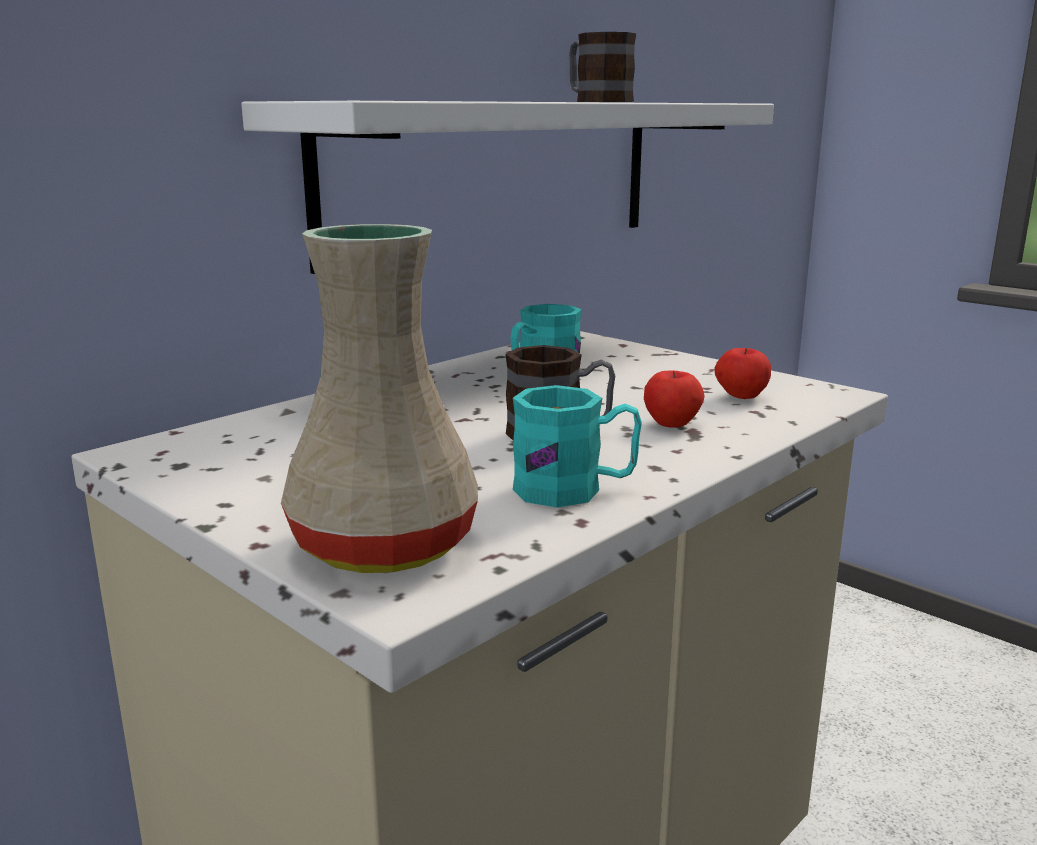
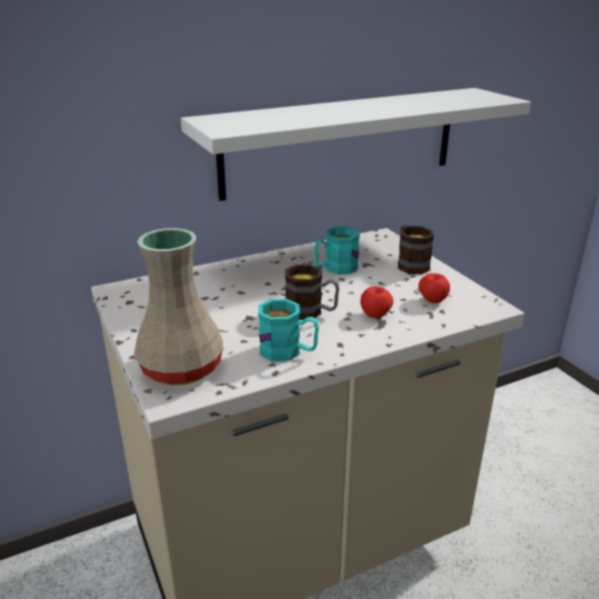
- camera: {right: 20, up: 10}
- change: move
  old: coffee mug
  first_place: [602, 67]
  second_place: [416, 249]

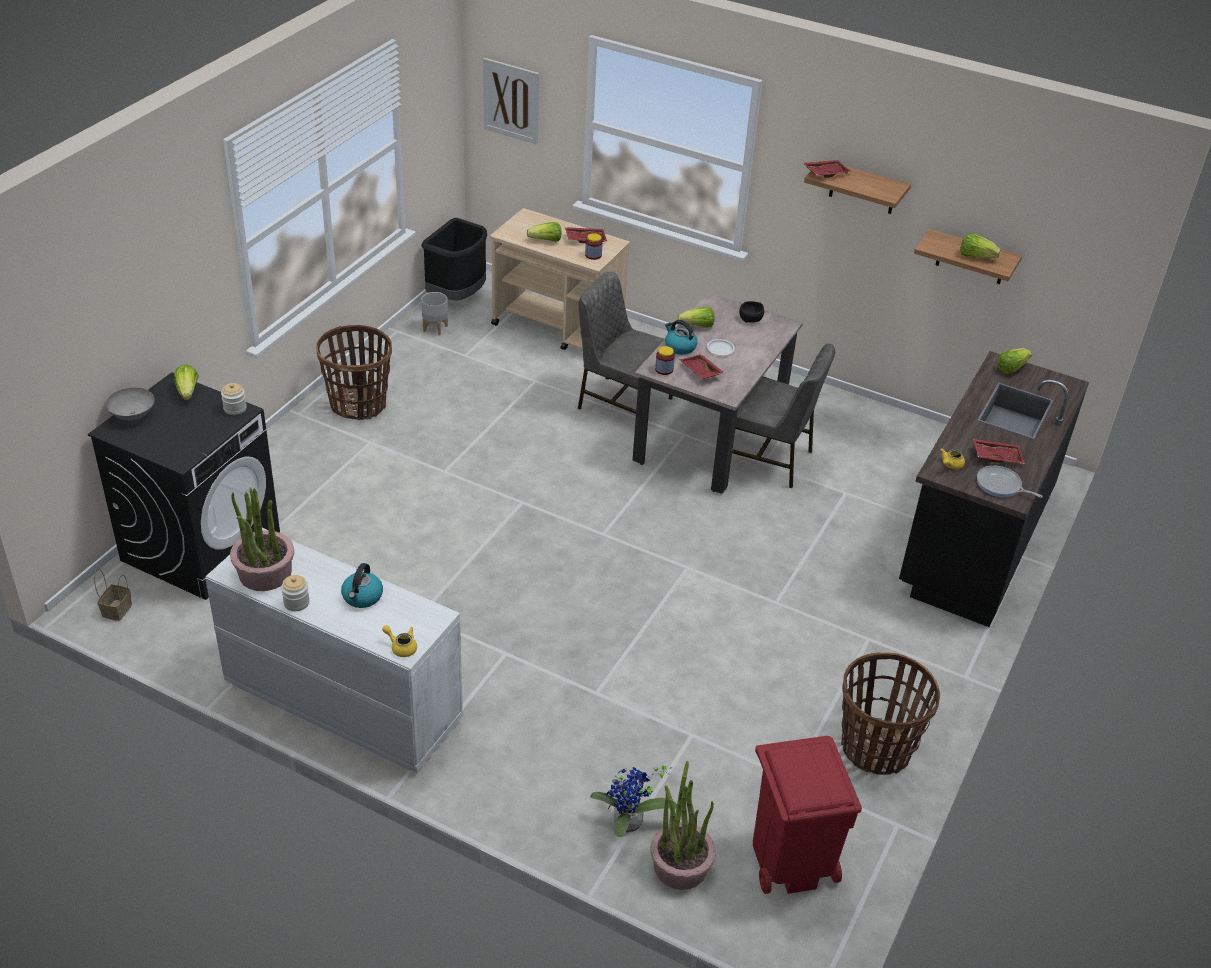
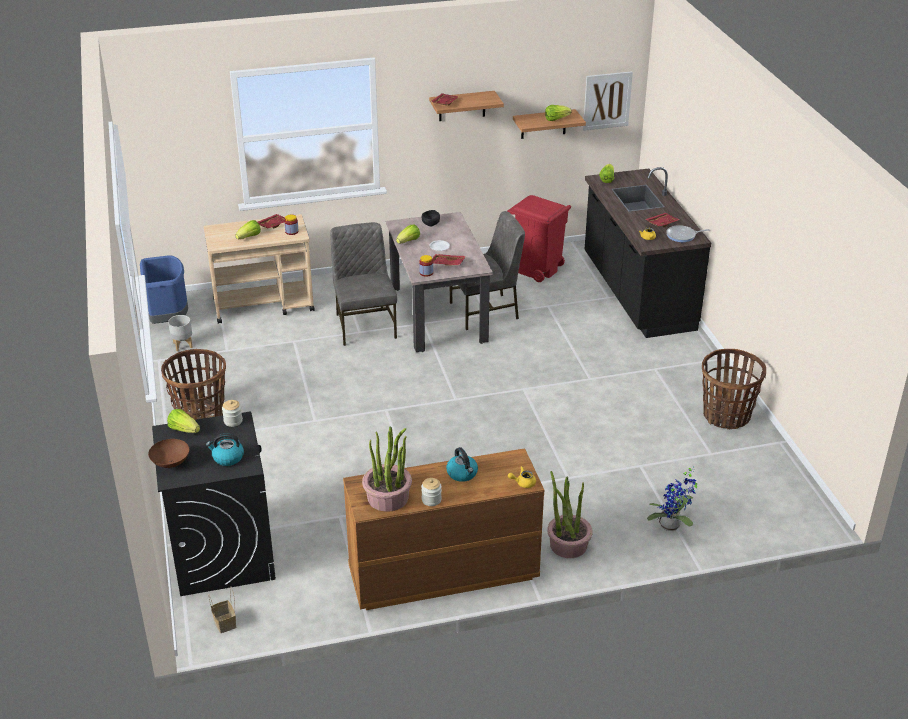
- camera: {right: -40, up: -5}
- change: recolor
  old: greyish deep dish
  new: brown deep dish
  first_place: [130, 404]
  second_place: [168, 453]
- change: recolor
  old: whitish drawer chest
  new: brown drawer chest
  first_place: [334, 650]
  second_place: [443, 529]
- change: recolor
  old: black-coloured rubbish bin
  new: bluish rubbish bin
  first_place: [454, 259]
  second_place: [164, 289]
- change: move
  old: picture
  first_place: [511, 101]
  second_place: [608, 101]
- change: rotate
  old: greyish chair
  first_place: [625, 342]
  second_place: [363, 284]
  degrees: 90
- change: move
  old: plant in a pot
  first_place: [683, 825]
  second_place: [570, 514]
- change: move
  old: water kettle
  first_place: [681, 337]
  second_place: [225, 449]
- change: move
  old: reddish rubbish bin
  first_place: [807, 815]
  second_place: [539, 238]

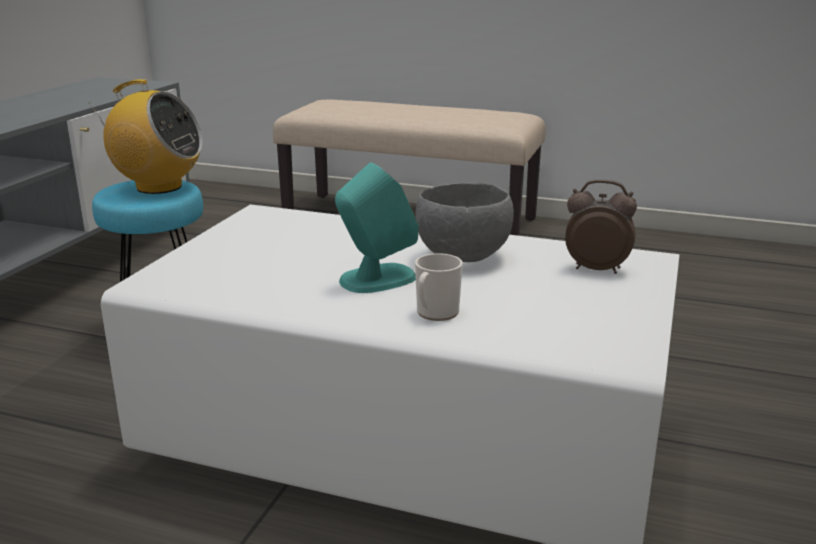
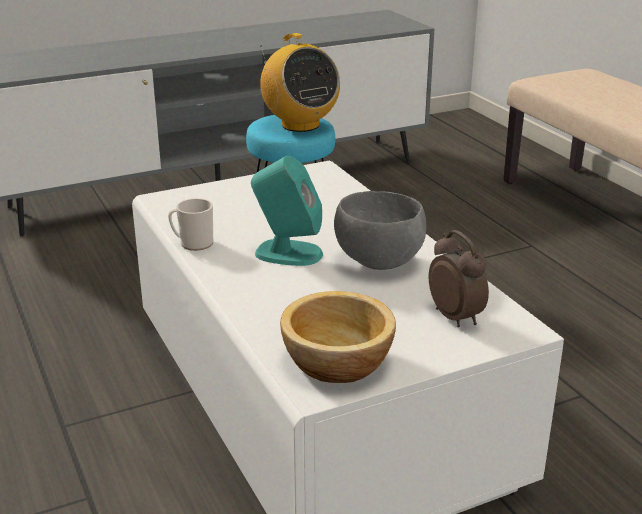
- camera: {right: 45, up: 5}
- change: move
  old: coffee mug
  first_place: [439, 287]
  second_place: [190, 224]
- change: insert
  new: deep dish
  second_place: [338, 337]

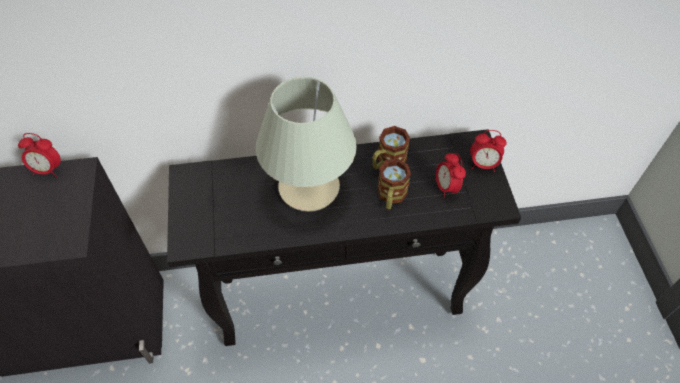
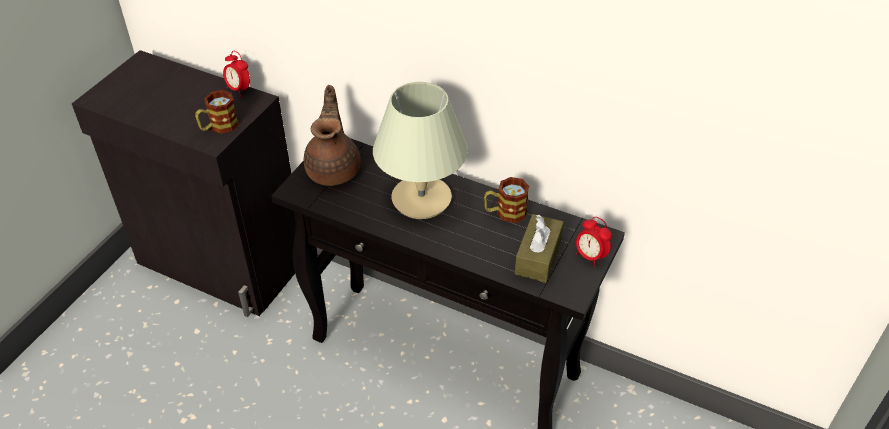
- camera: {right: 35, up: -10}
- change: move
  old: coffee mug
  first_place: [394, 184]
  second_place: [217, 112]
- change: replace
  old: bedside clock
  new: brown tissue holder
  first_place: [450, 175]
  second_place: [539, 248]
- change: insert
  new: brown teapot
  second_place: [332, 135]

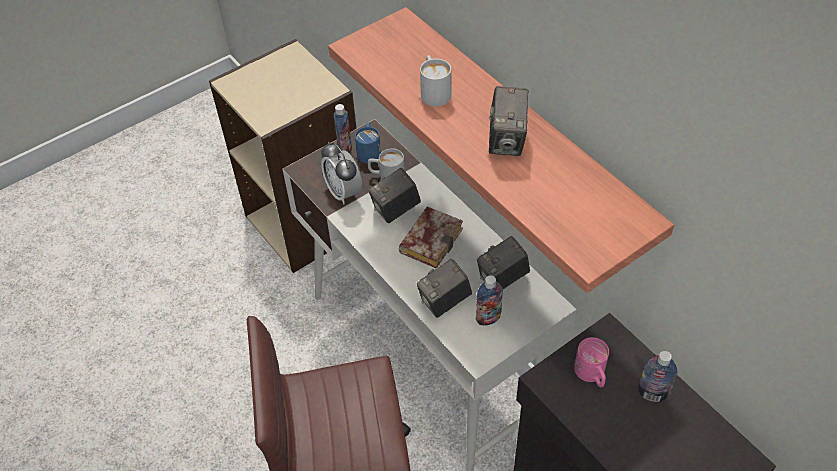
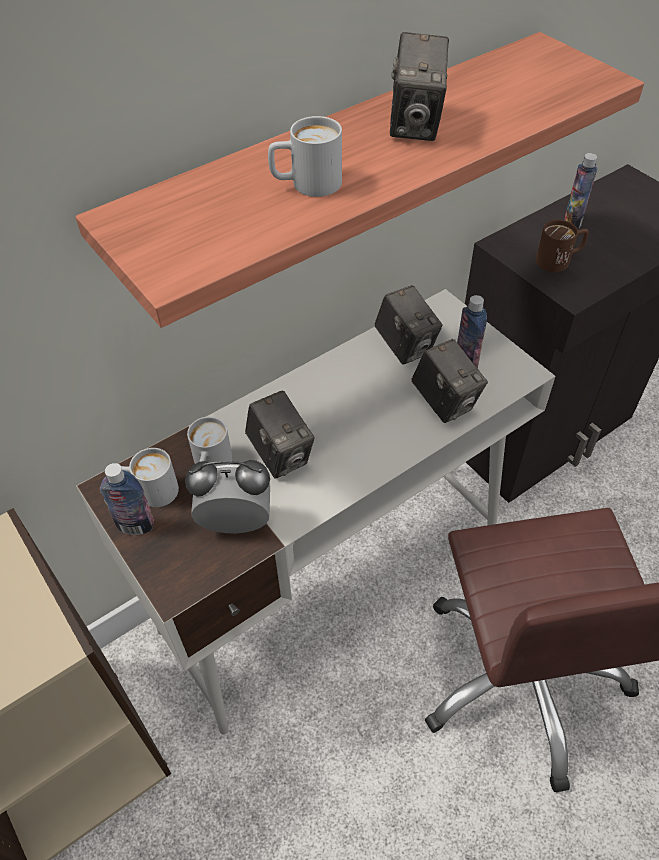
- camera: {right: -90, up: 0}
- change: rotate
  old: bedside clock
  first_place: [341, 173]
  second_place: [227, 497]
  degrees: -150
- change: recolor
  old: bluish coffee mug
  new: whitish coffee mug
  first_place: [368, 143]
  second_place: [150, 477]
- change: delete
  old: book
  first_place: [431, 237]
- change: rotate
  old: photo camera
  first_place: [509, 121]
  second_place: [419, 86]
  degrees: 90
- change: recolor
  old: pink-coloured coffee mug
  new: brown coffee mug
  first_place: [591, 362]
  second_place: [562, 246]

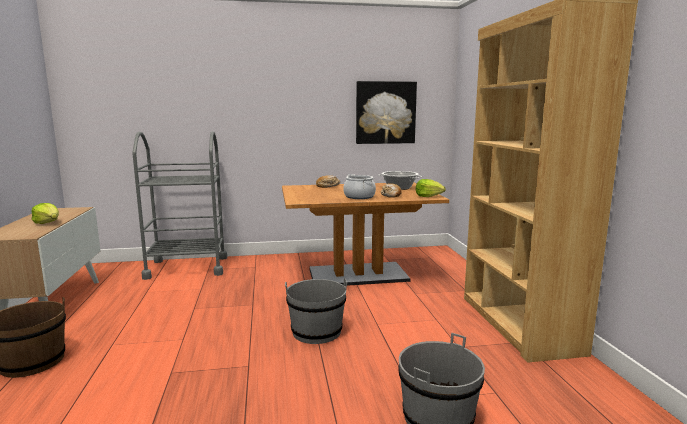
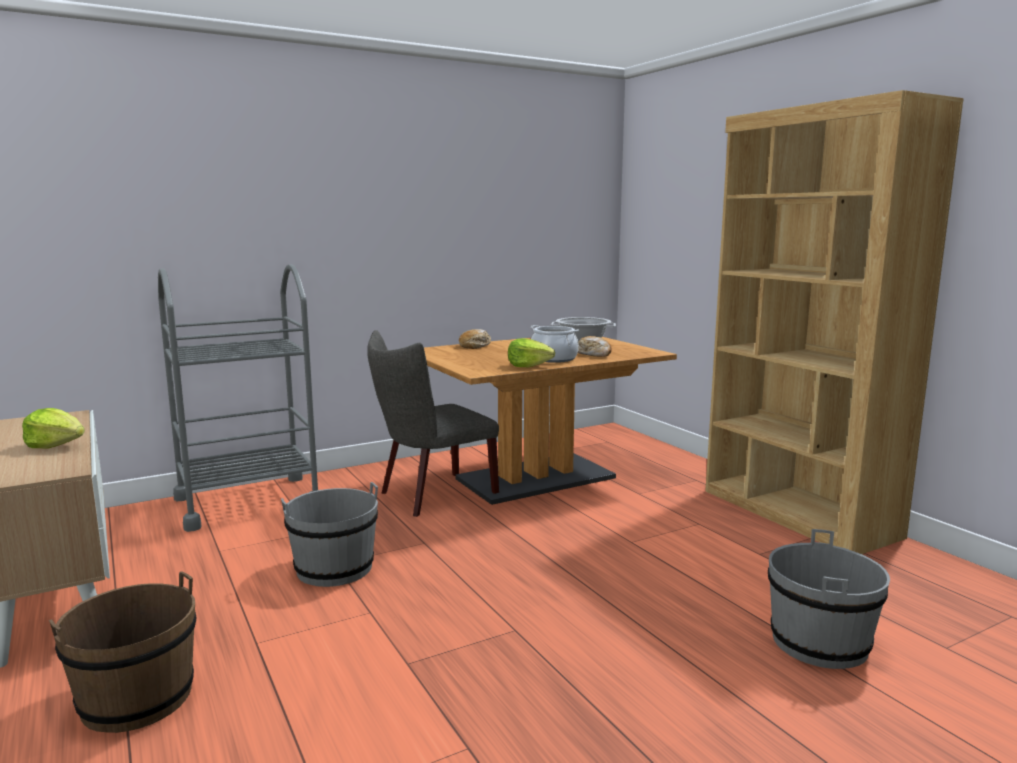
- camera: {right: -20, up: 0}
- change: move
  old: greyish bucket
  first_place: [316, 311]
  second_place: [329, 534]
- change: delete
  old: picture
  first_place: [386, 112]
- change: move
  old: lettuce head
  first_place: [431, 188]
  second_place: [531, 353]
- change: insert
  new: greyish chair
  second_place: [433, 423]

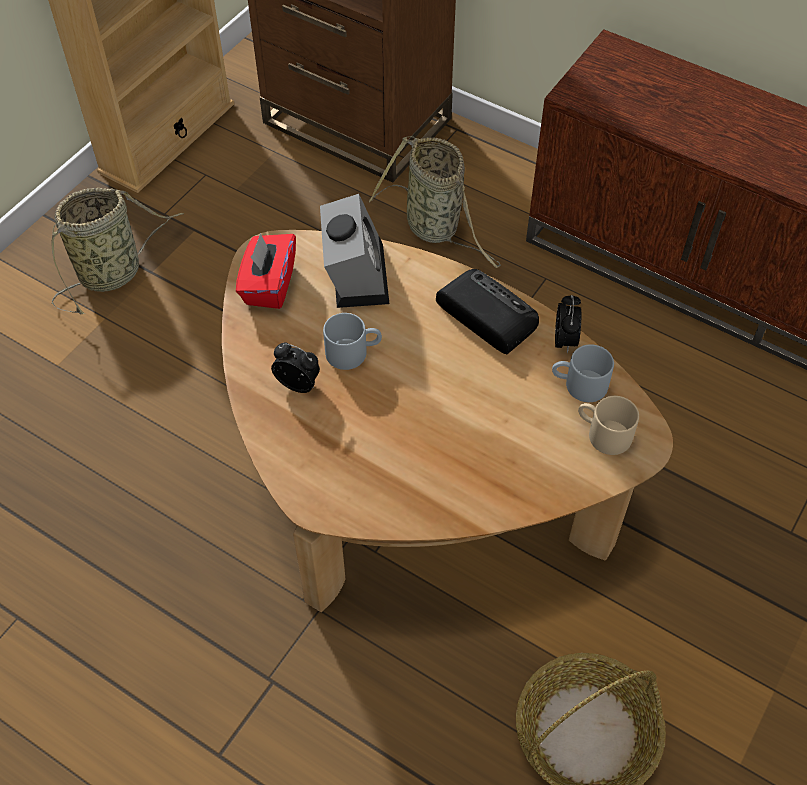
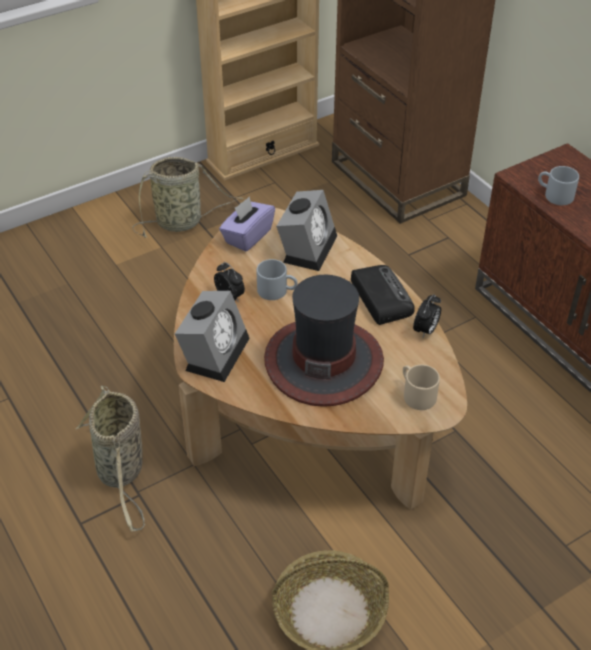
- camera: {right: 25, up: -10}
- change: recolor
  old: reddish tissue holder
  new: purple-coloured tissue holder
  first_place: [266, 271]
  second_place: [247, 224]
- change: move
  old: basket
  first_place: [435, 202]
  second_place: [110, 458]
- change: move
  old: greyish coffee mug
  first_place: [583, 373]
  second_place: [558, 185]
- change: insert
  new: bedside clock
  second_place: [212, 336]
- change: insert
  new: wearable hat
  second_place: [324, 341]

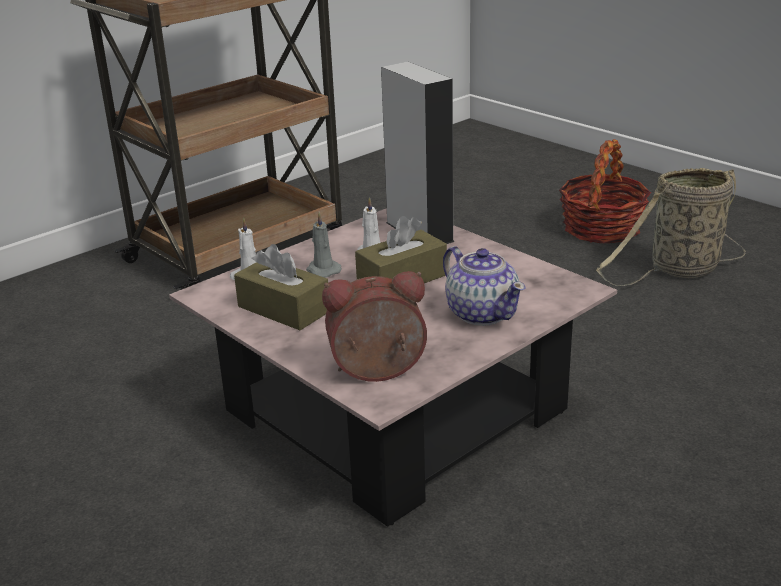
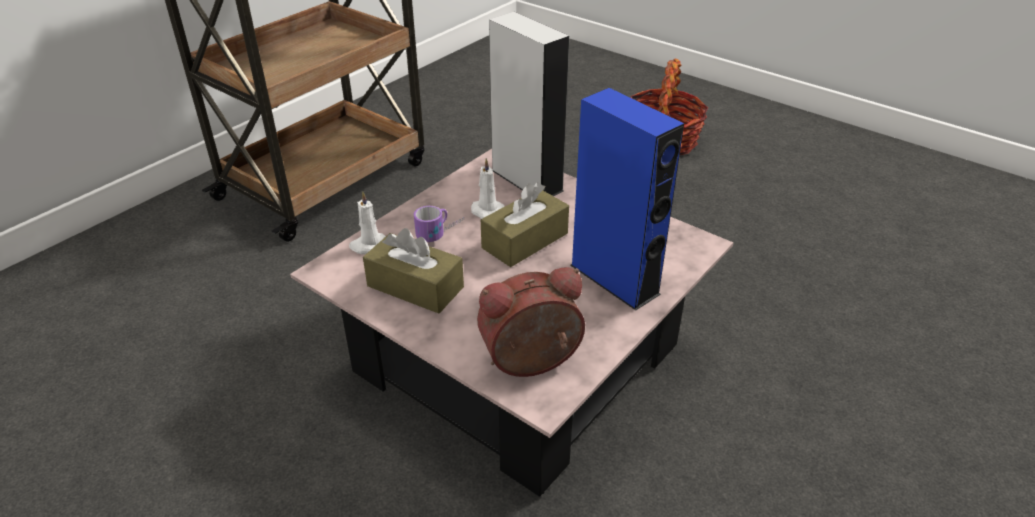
- camera: {right: -10, up: 10}
- change: replace
  old: greyish wax candle
  new: coffee mug
  first_place: [324, 245]
  second_place: [439, 224]
- change: replace
  old: teapot
  new: bluish speaker
  first_place: [484, 286]
  second_place: [627, 199]
- change: delete
  old: basket
  first_place: [671, 227]

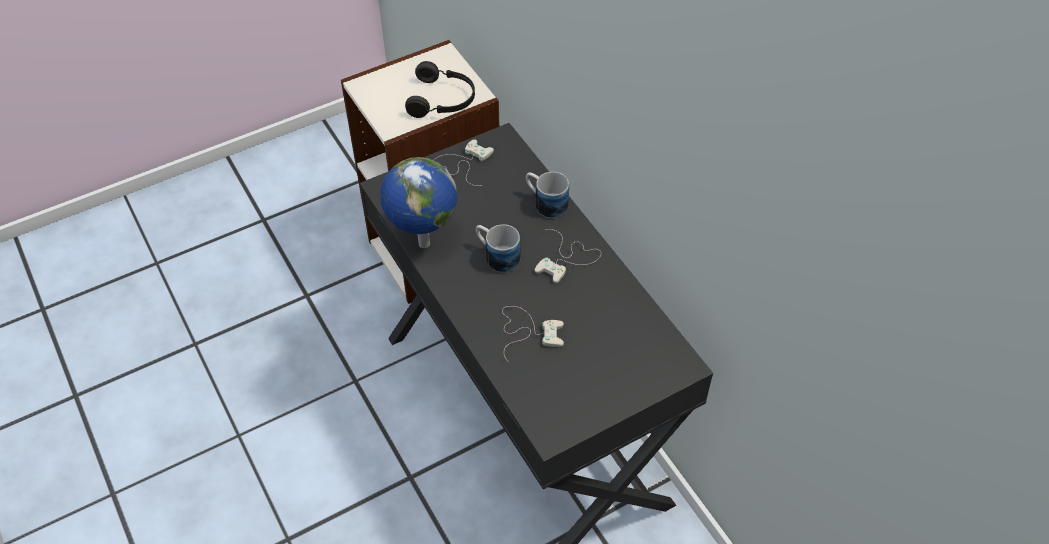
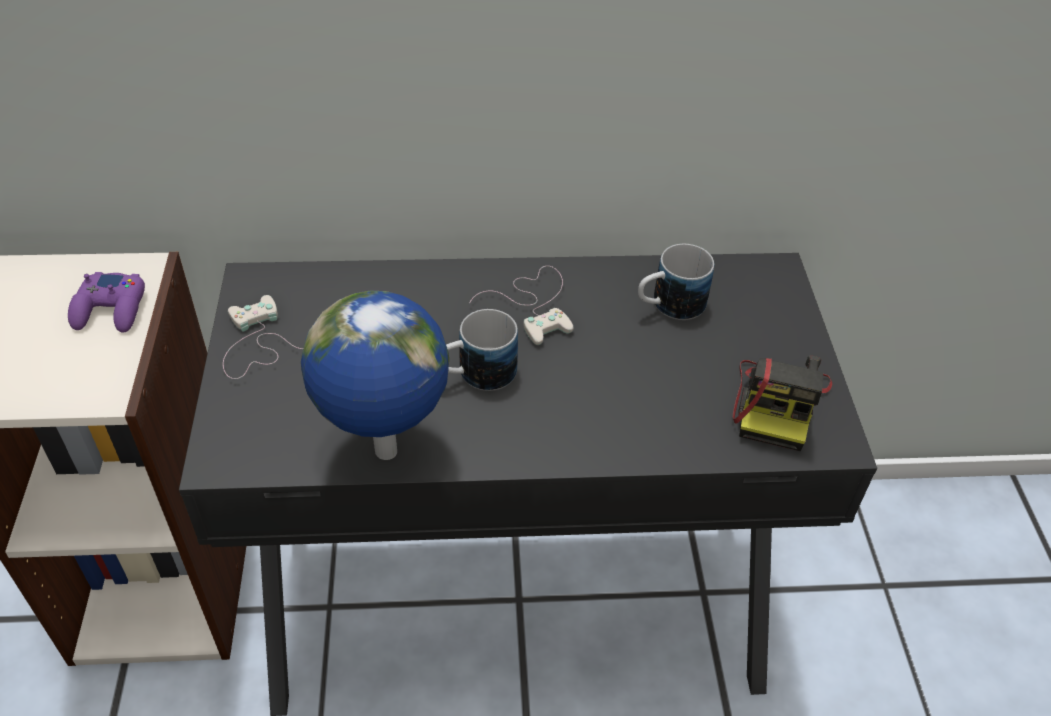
- camera: {right: -65, up: -5}
- change: replace
  old: black-coloured headset
  new: purple-coloured game controller
  first_place: [440, 89]
  second_place: [106, 302]
- change: delete
  old: whitish game controller
  first_place: [533, 334]
- change: move
  old: coffee mug
  first_place: [547, 195]
  second_place: [676, 282]
- change: insert
  new: photo camera
  second_place: [782, 403]

